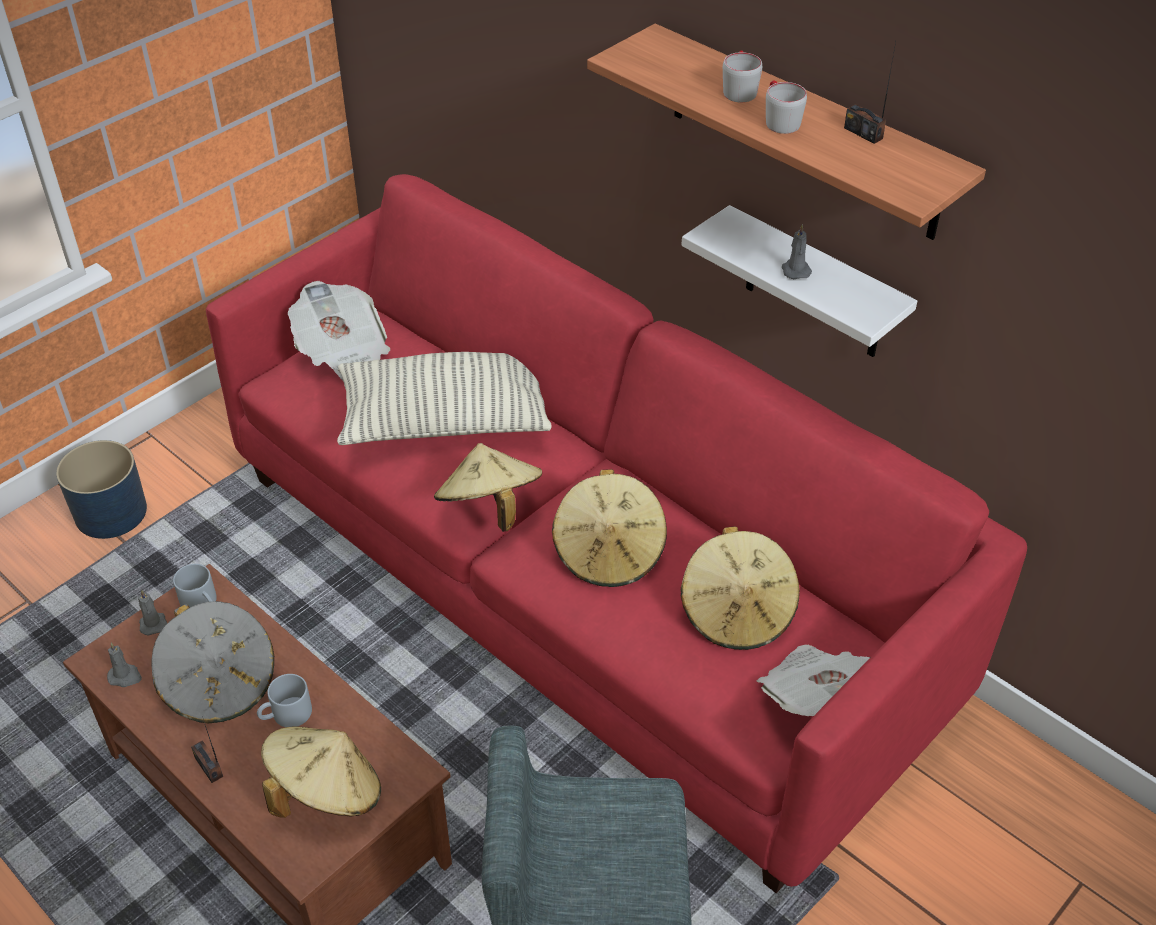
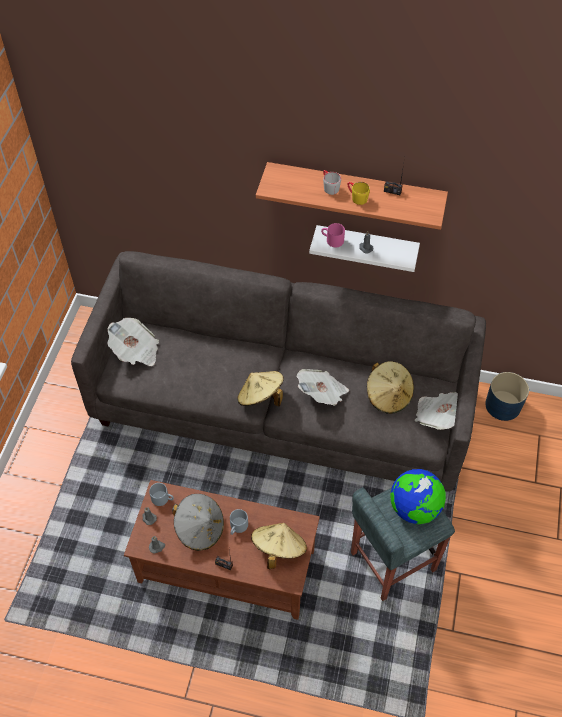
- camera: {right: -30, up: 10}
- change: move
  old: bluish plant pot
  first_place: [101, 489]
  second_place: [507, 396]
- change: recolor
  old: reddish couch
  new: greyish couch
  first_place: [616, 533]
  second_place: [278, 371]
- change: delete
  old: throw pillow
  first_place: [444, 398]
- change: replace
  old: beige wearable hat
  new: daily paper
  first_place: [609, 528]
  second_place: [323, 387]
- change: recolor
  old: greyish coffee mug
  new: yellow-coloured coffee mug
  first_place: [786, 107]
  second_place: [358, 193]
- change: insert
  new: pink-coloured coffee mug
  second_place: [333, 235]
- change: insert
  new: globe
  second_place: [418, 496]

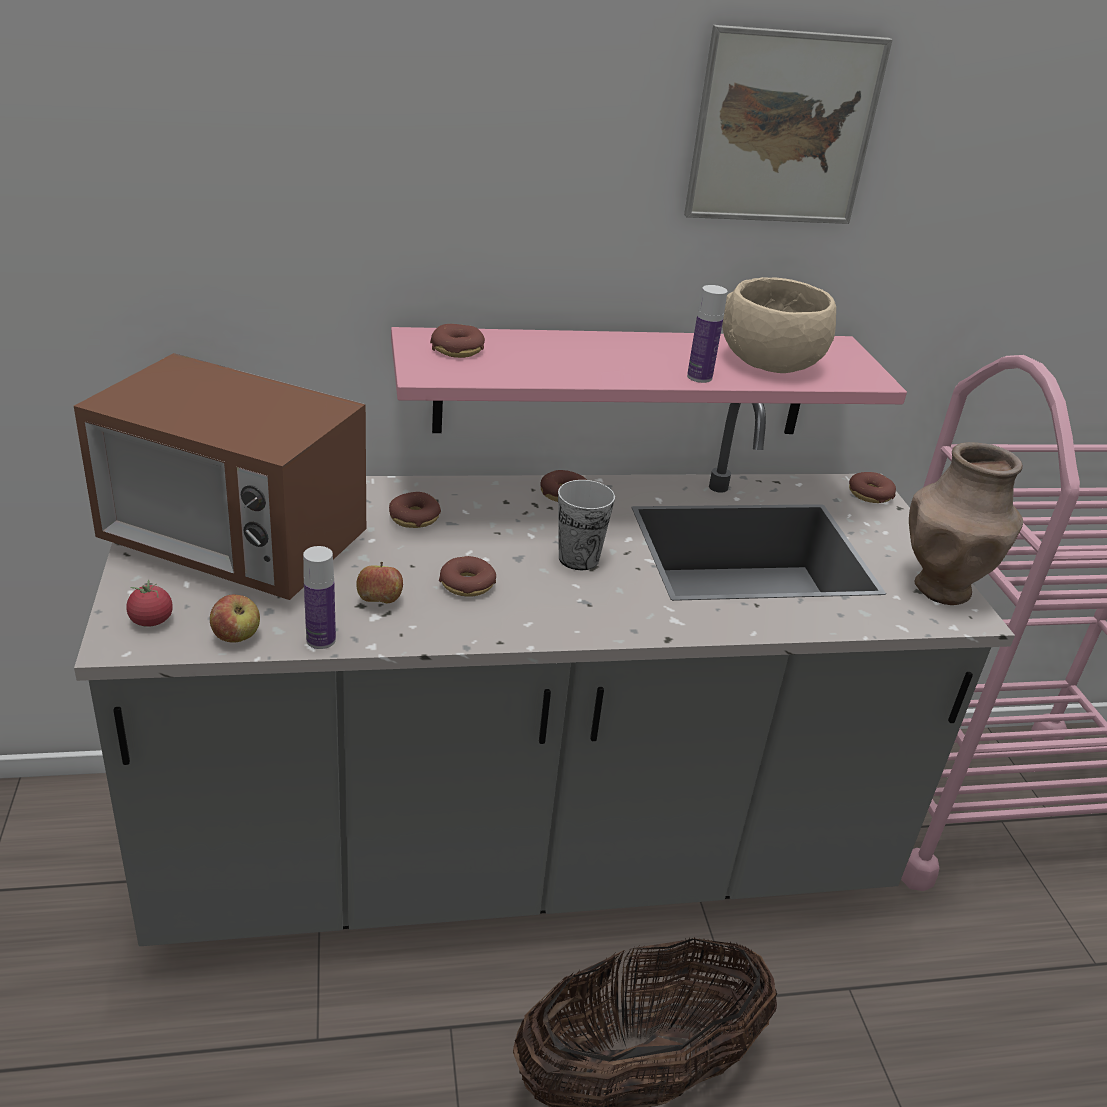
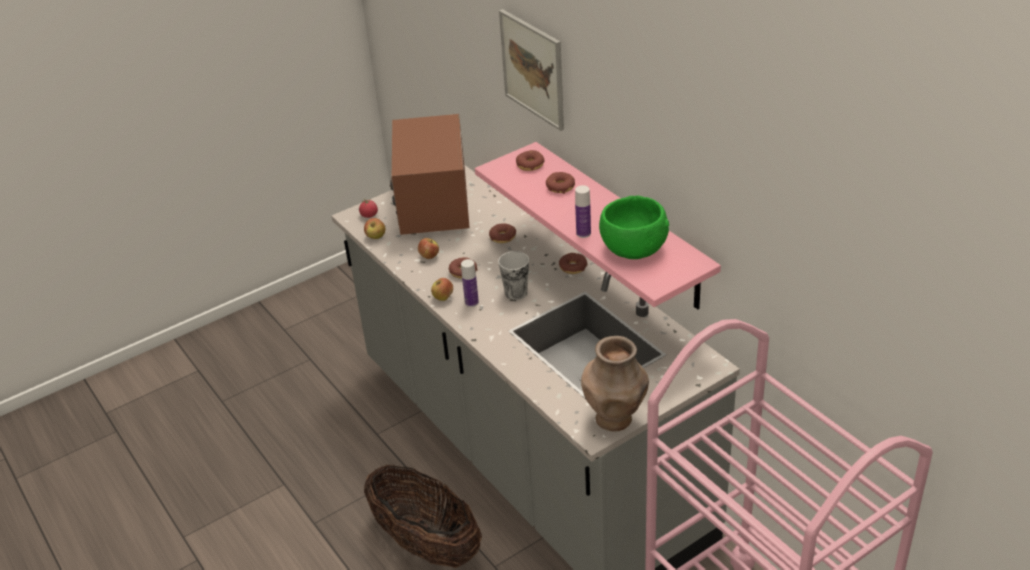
- camera: {right: 70, up: 5}
- change: move
  old: bottle
  first_place: [319, 597]
  second_place: [470, 283]
- change: move
  old: picture
  first_place: [788, 124]
  second_place: [531, 70]
- change: recolor
  old: beige deep dish
  new: green-coloured deep dish
  first_place: [779, 325]
  second_place: [634, 227]
- change: move
  old: donut
  first_place: [872, 487]
  second_place: [560, 183]
- change: insert
  new: whole apple
  second_place: [442, 289]

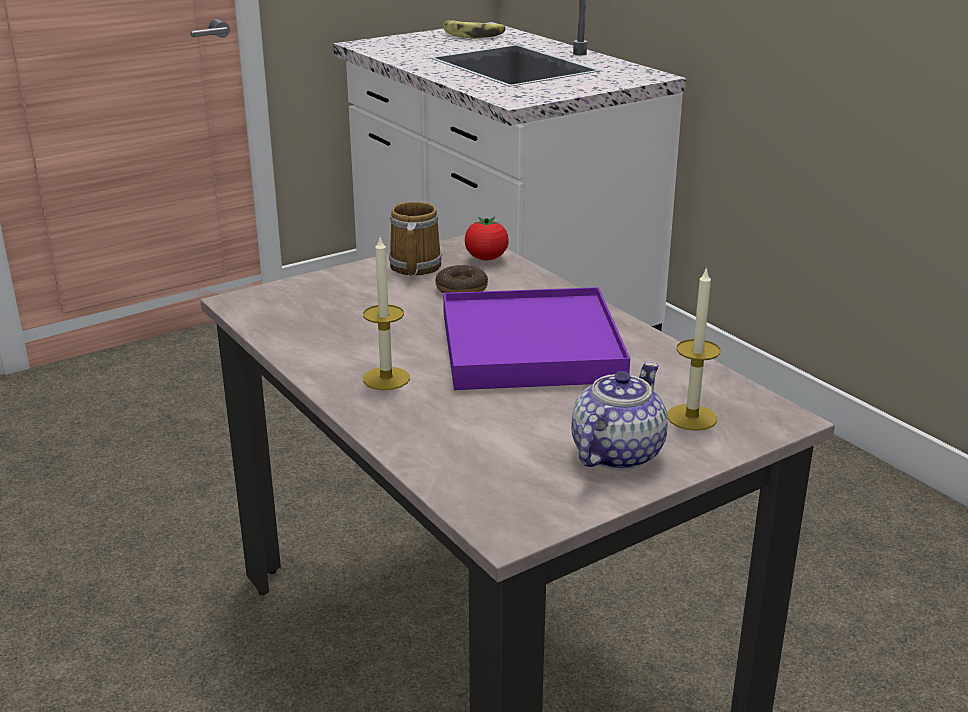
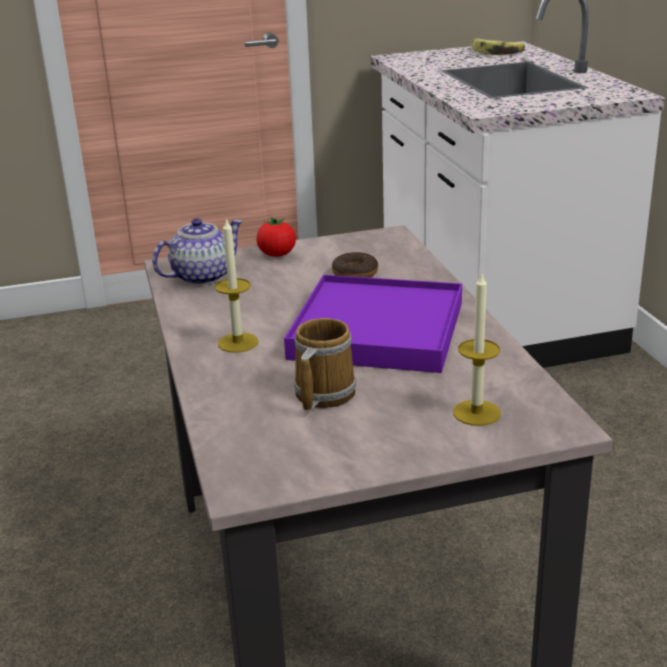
- camera: {right: 20, up: 0}
- change: move
  old: coffee mug
  first_place: [415, 238]
  second_place: [325, 364]
- change: move
  old: tomato
  first_place: [487, 238]
  second_place: [276, 237]
- change: move
  old: teapot
  first_place: [619, 416]
  second_place: [197, 251]

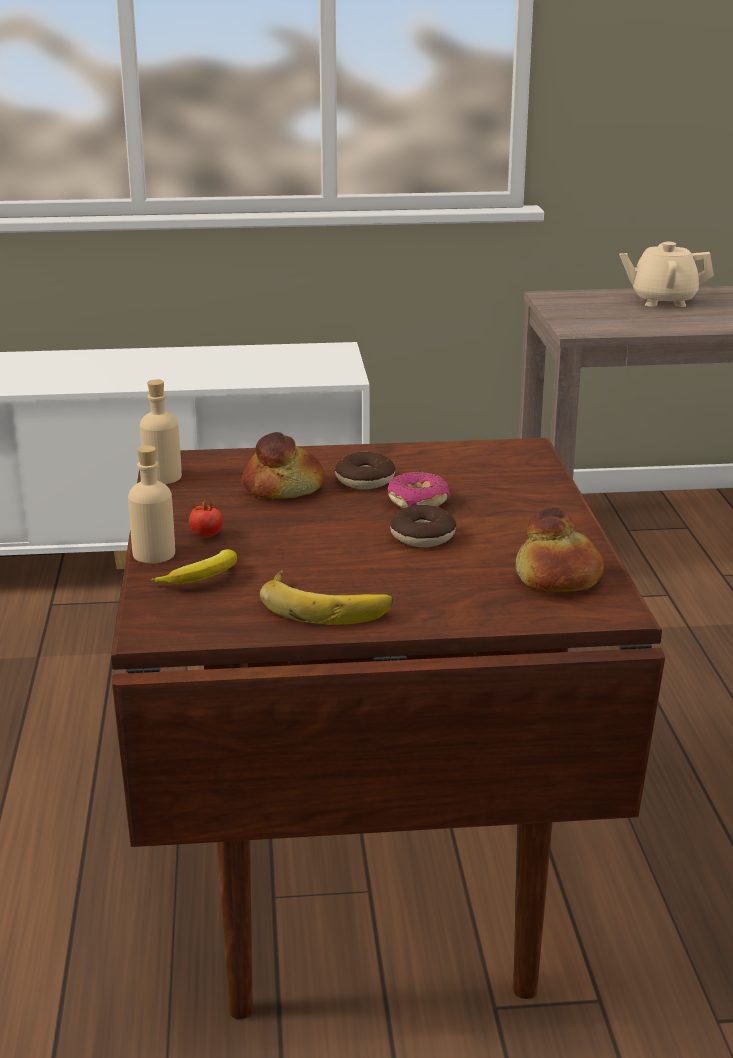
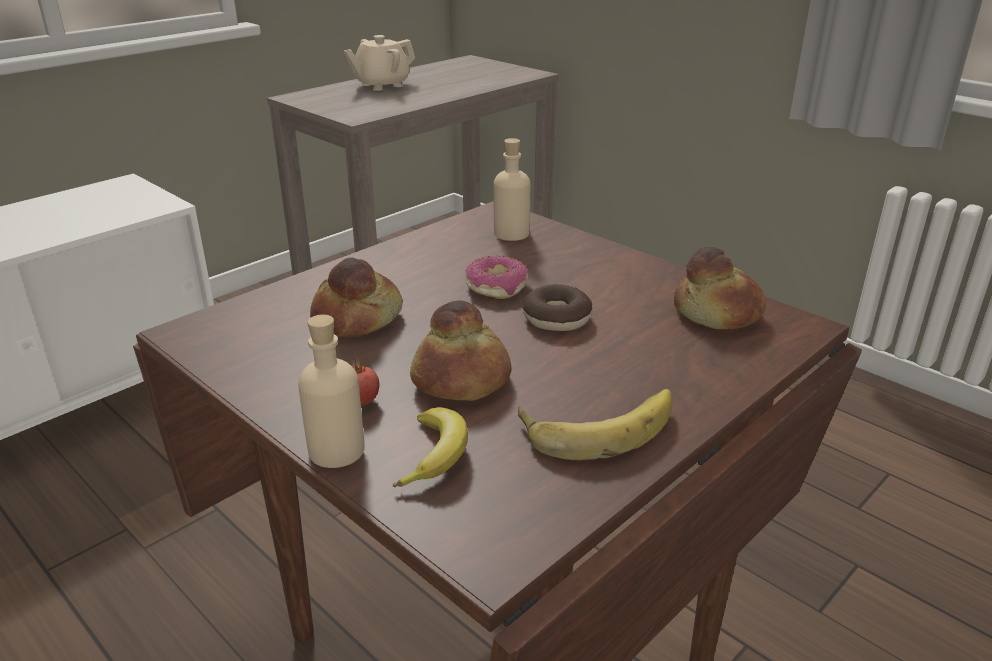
- camera: {right: -40, up: 5}
- change: move
  old: beige bottle
  first_place: [161, 432]
  second_place: [511, 189]
- change: delete
  old: donut
  first_place: [365, 470]
- change: insert
  new: bread
  second_place: [460, 350]

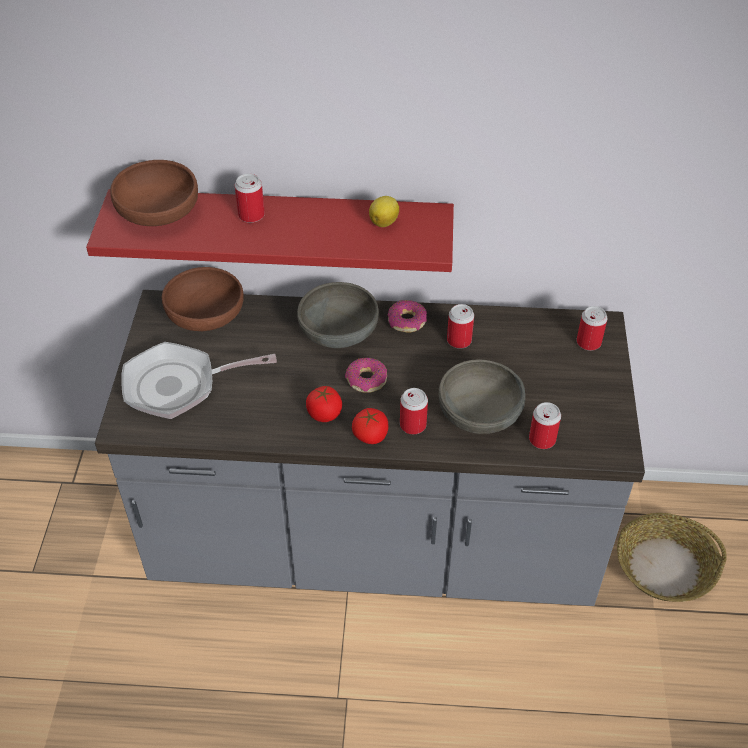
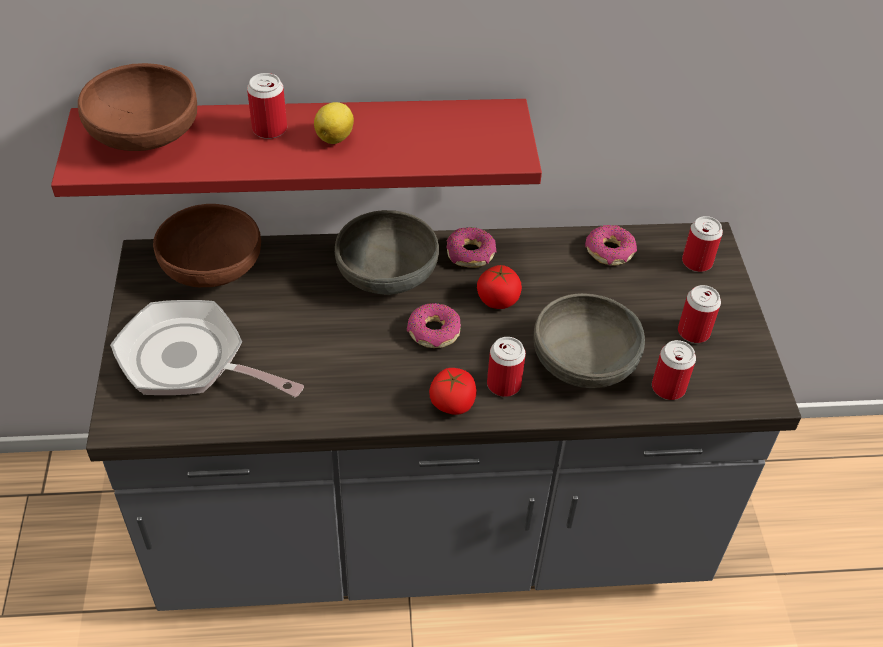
- camera: {right: -10, up: 0}
- change: rotate
  old: skillet
  first_place: [199, 380]
  second_place: [207, 348]
  degrees: 45
- change: move
  old: tomato
  first_place: [324, 404]
  second_place: [499, 287]
- change: move
  old: lemon
  first_place: [384, 211]
  second_place: [334, 123]
- change: move
  old: sealed can
  first_place: [460, 326]
  second_place: [699, 314]
- change: delete
  old: basket
  first_place: [672, 557]
- change: insert
  new: donut
  second_place: [611, 245]

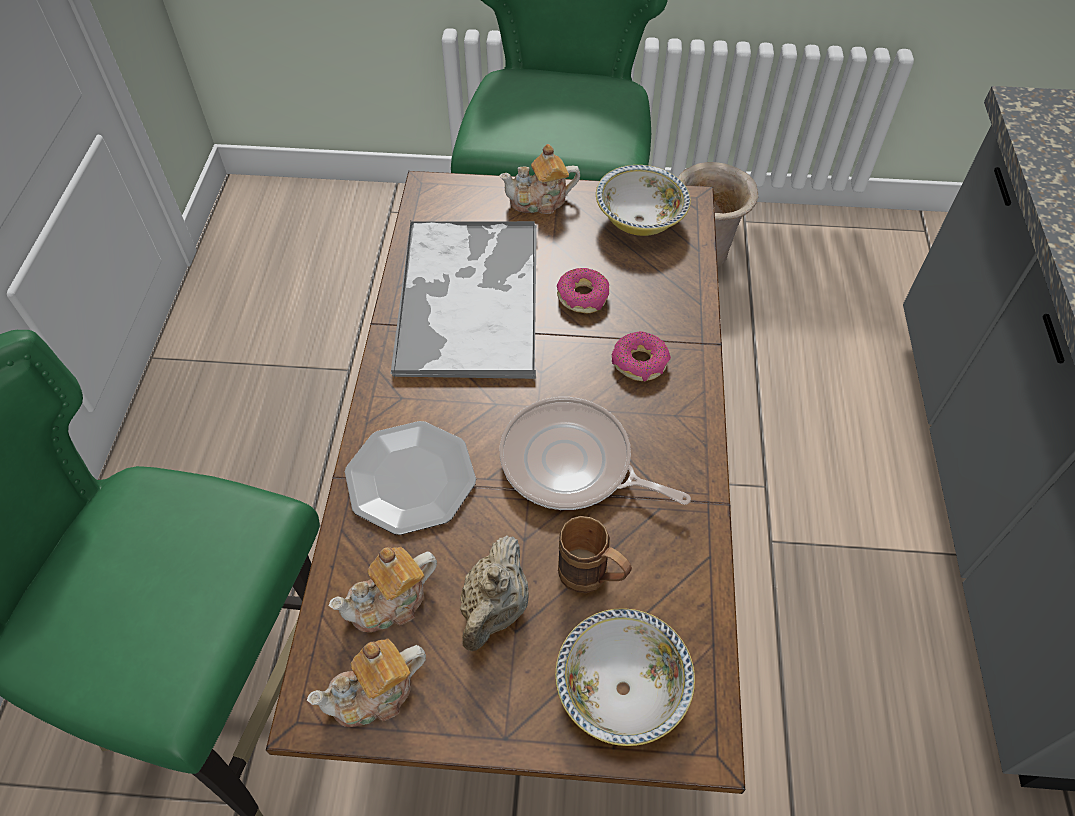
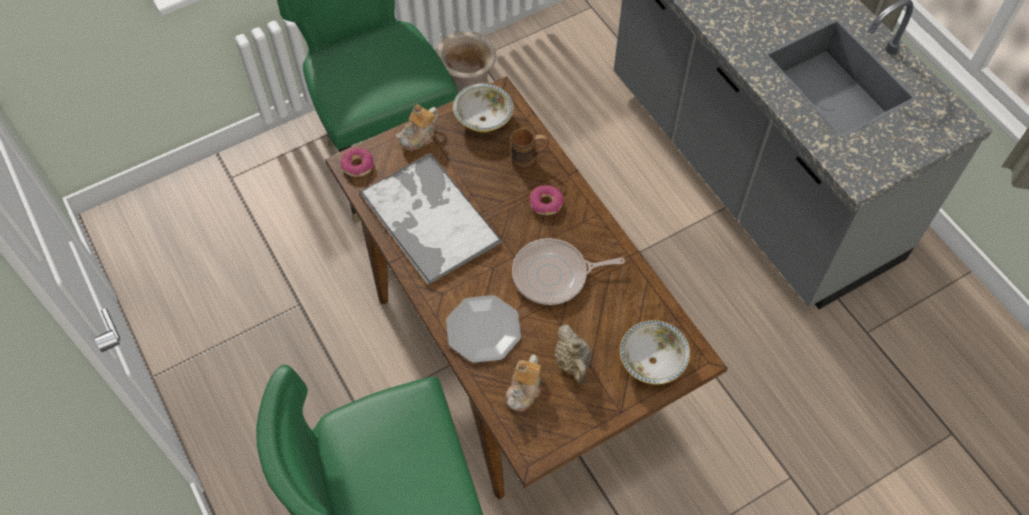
- camera: {right: -35, up: 5}
- change: delete
  old: teapot
  first_place: [366, 682]
- change: move
  old: donut
  first_place: [583, 290]
  second_place: [357, 162]
- change: move
  old: brown coffee mug
  first_place: [595, 554]
  second_place: [530, 148]

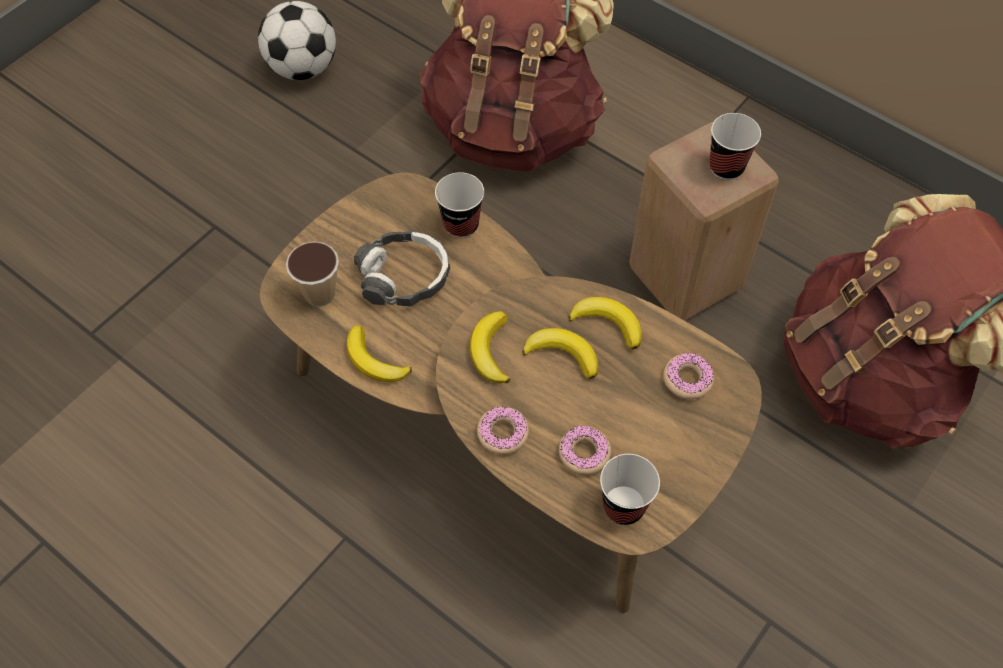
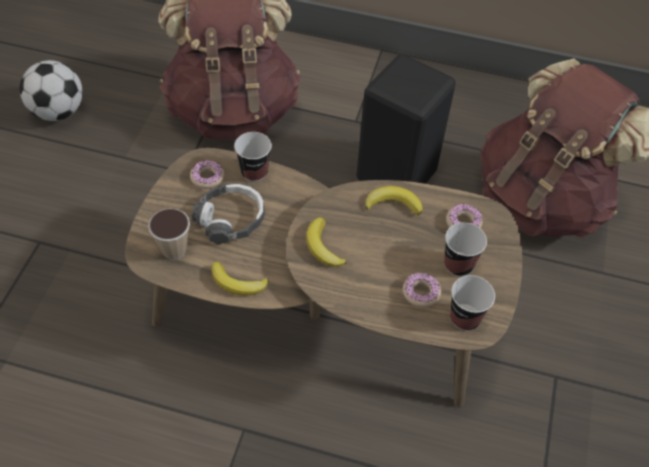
- camera: {right: -25, up: -5}
- change: move
  old: donut
  first_place: [503, 430]
  second_place: [207, 174]
- change: delete
  old: whole banana
  first_place: [560, 353]
- change: recolor
  old: beige stool
  new: black-coloured stool
  first_place: [704, 221]
  second_place: [406, 119]
- change: move
  old: drinking cup
  first_place: [735, 146]
  second_place: [465, 249]

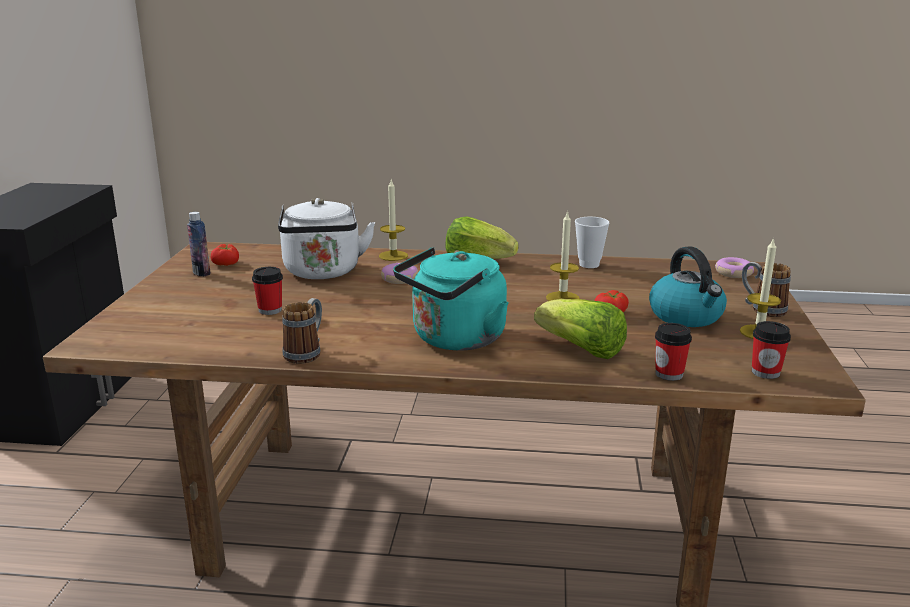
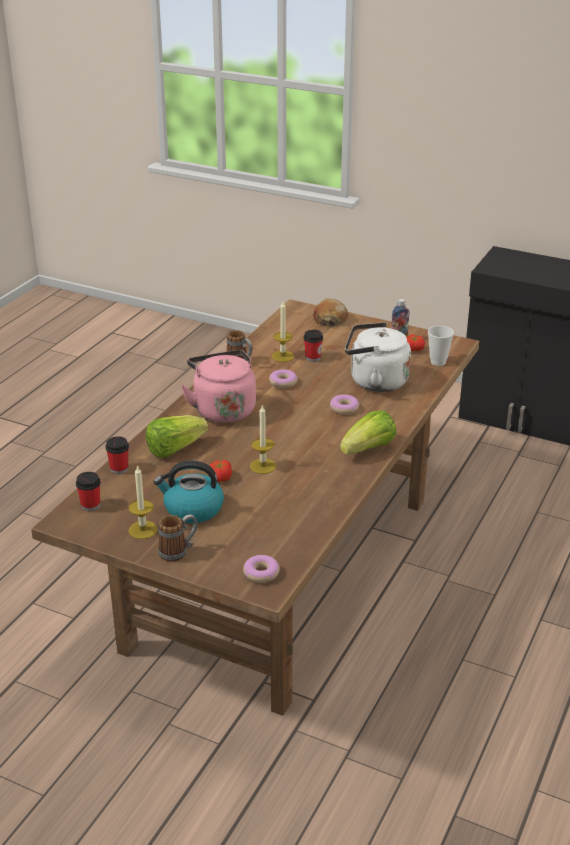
- camera: {right: 110, up: 10}
- change: move
  old: wax candle
  first_place: [393, 220]
  second_place: [283, 332]
- change: recolor
  old: turquoise water kettle
  new: pink-coloured water kettle
  first_place: [451, 299]
  second_place: [218, 386]
- change: move
  old: drinking cup
  first_place: [592, 242]
  second_place: [441, 346]
- change: insert
  new: donut
  second_place: [283, 378]
- change: insert
  new: bread
  second_place: [330, 312]

